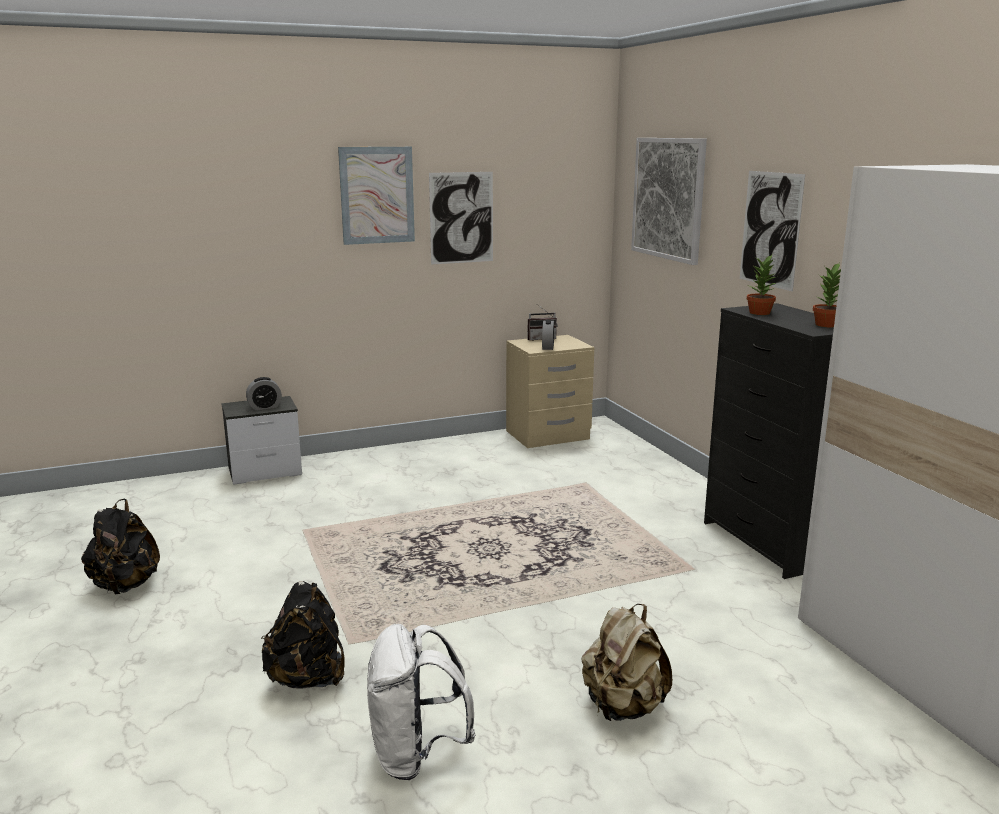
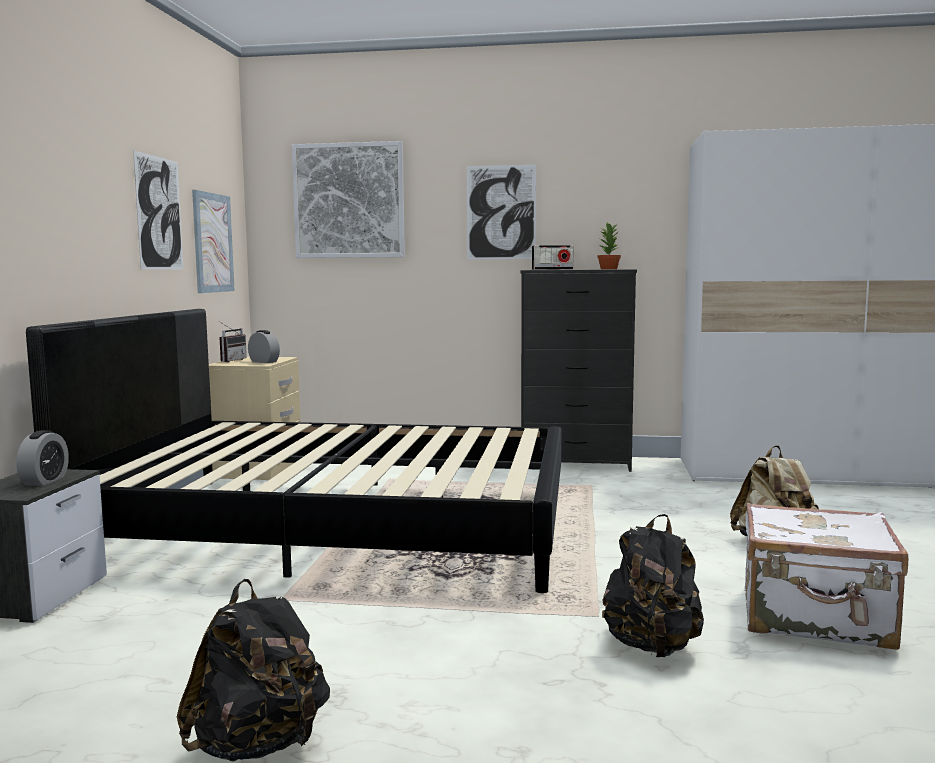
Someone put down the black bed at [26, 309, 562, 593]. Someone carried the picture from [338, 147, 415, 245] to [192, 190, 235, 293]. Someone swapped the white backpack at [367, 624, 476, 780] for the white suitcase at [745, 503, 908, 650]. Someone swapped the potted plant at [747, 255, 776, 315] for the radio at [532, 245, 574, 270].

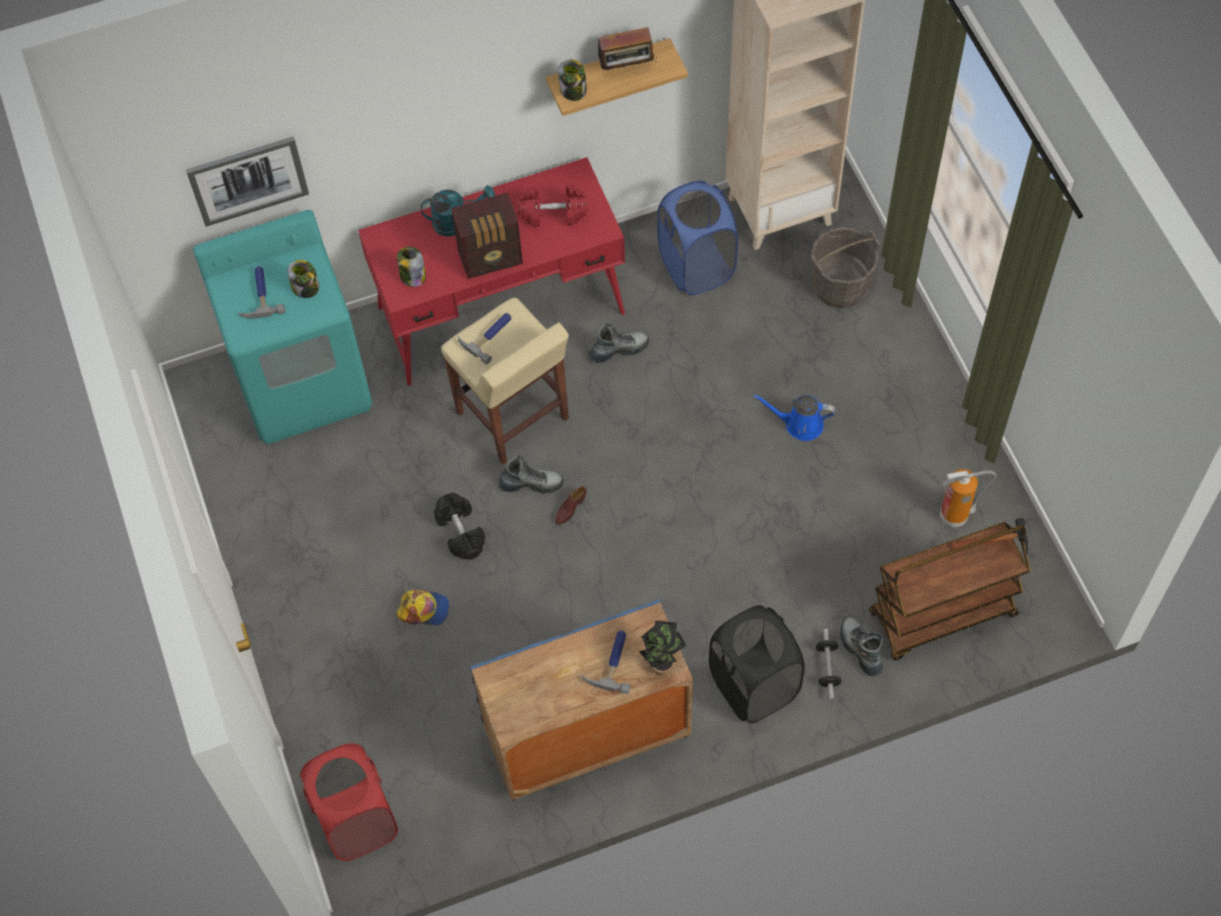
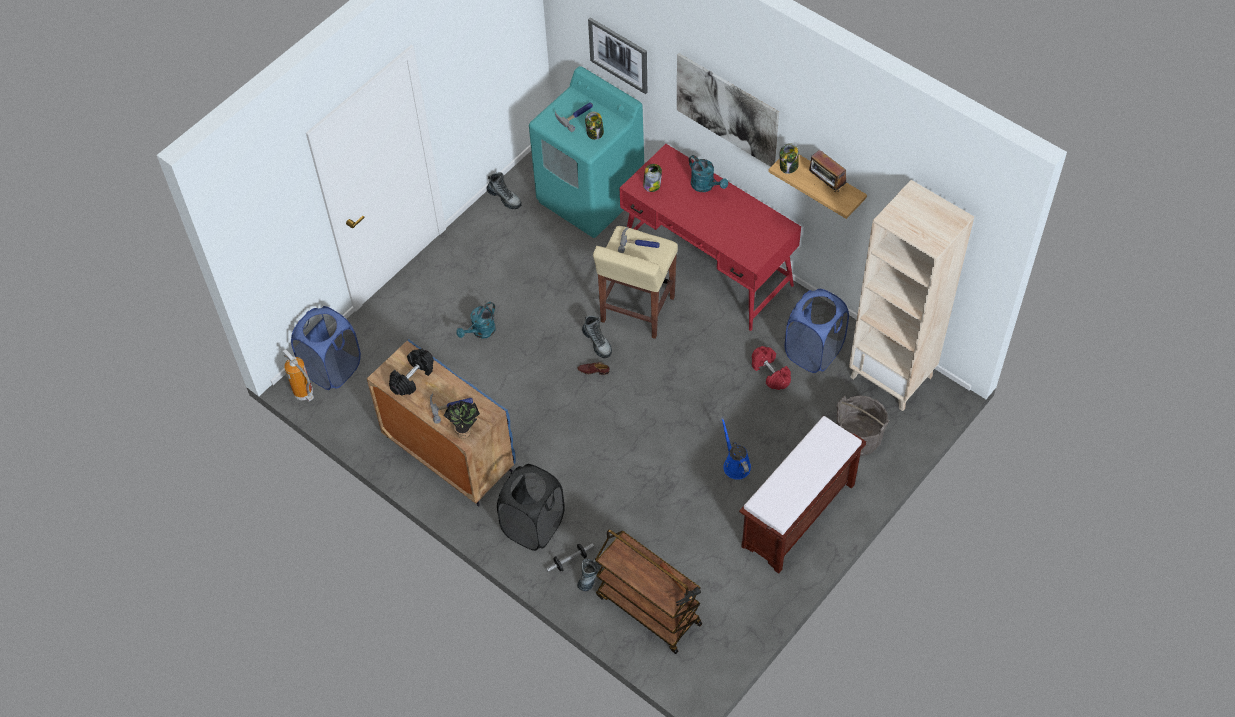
Someone took away the radio at [451, 193, 523, 279]. Someone put up the picture at [677, 53, 779, 167]. Someone put down the brown bench at [739, 416, 866, 574]. Someone carried the black dumbbell from [434, 493, 485, 560] to [389, 349, 434, 396]. Someone carried the red dumbbell from [517, 185, 589, 227] to [752, 346, 791, 390]. Someone carried the boot from [589, 323, 649, 363] to [486, 172, 522, 209]. Someone carried the fire extinguisher from [940, 469, 996, 527] to [282, 349, 314, 401]. Someone swapped the cap at [396, 590, 449, 626] for the turquoise watering can at [456, 302, 496, 339]. Someone repainted the red laundry basket at [300, 743, 398, 861], which became the blue laundry basket at [291, 306, 361, 390].

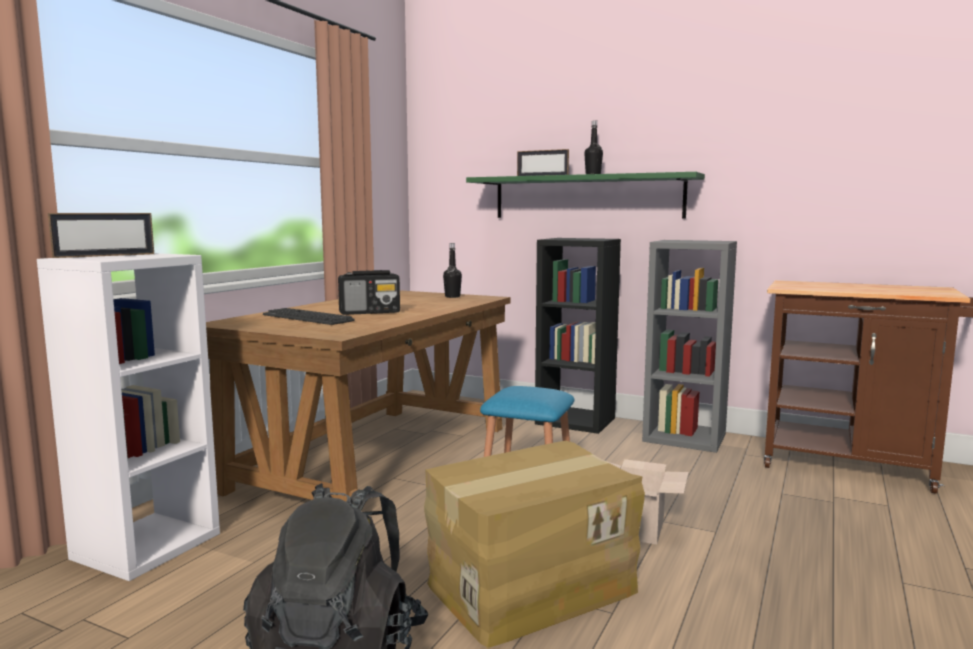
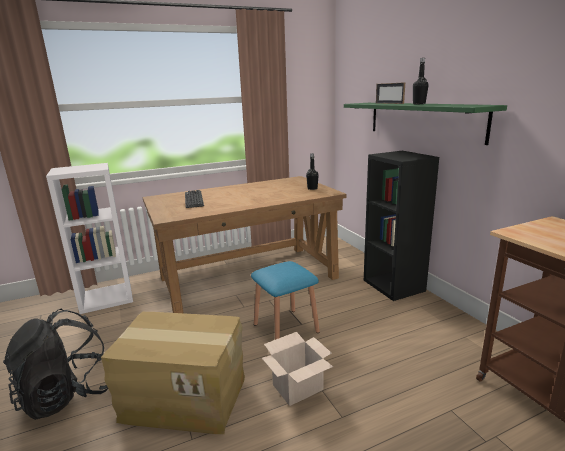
Someone took away the picture frame at [48, 213, 154, 258]. Someone took away the radio at [338, 270, 400, 315]. Someone took away the grey bookcase at [642, 240, 737, 453].

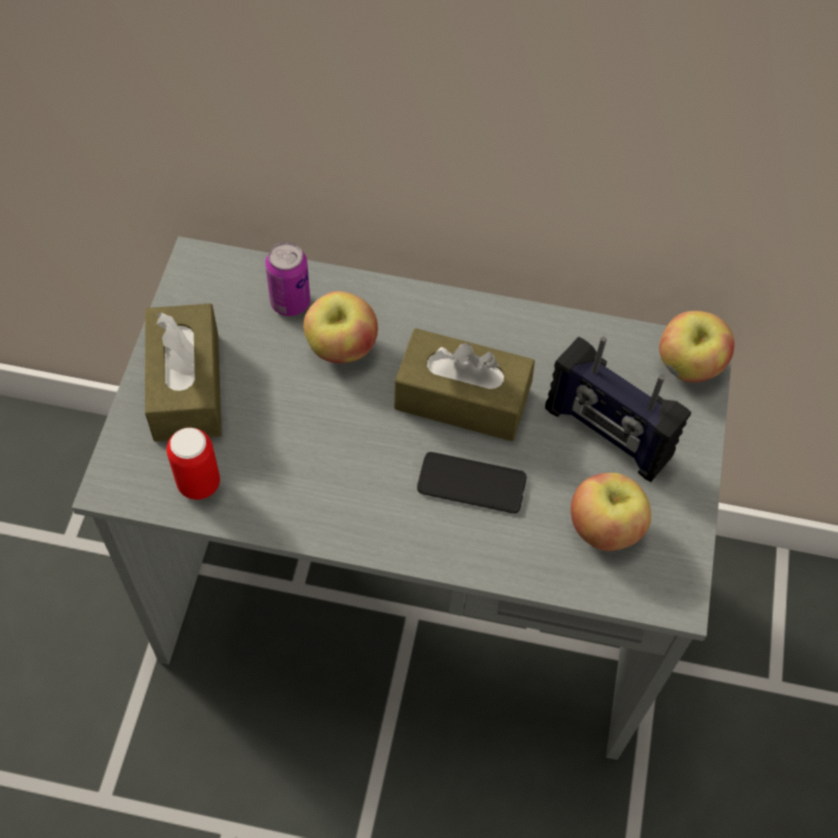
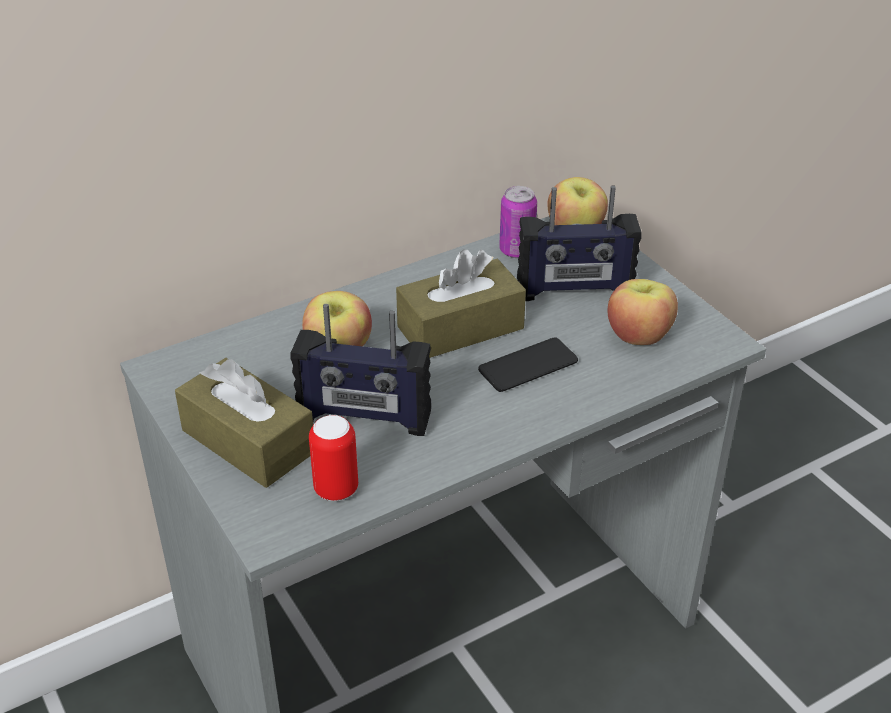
Someone put down the radio at [291, 304, 431, 436]. Someone carried the can from [265, 242, 310, 316] to [499, 186, 537, 258].

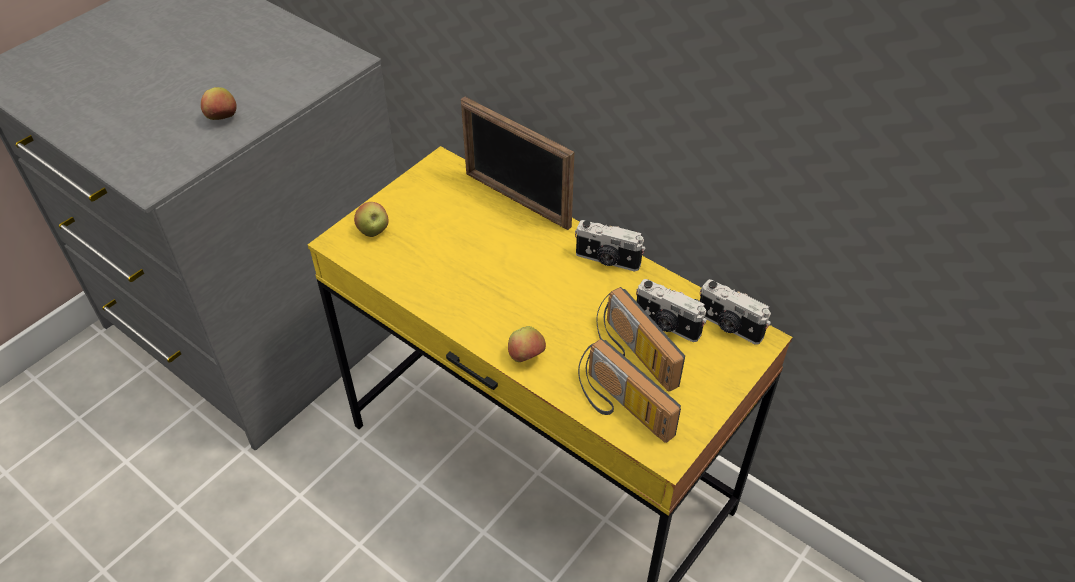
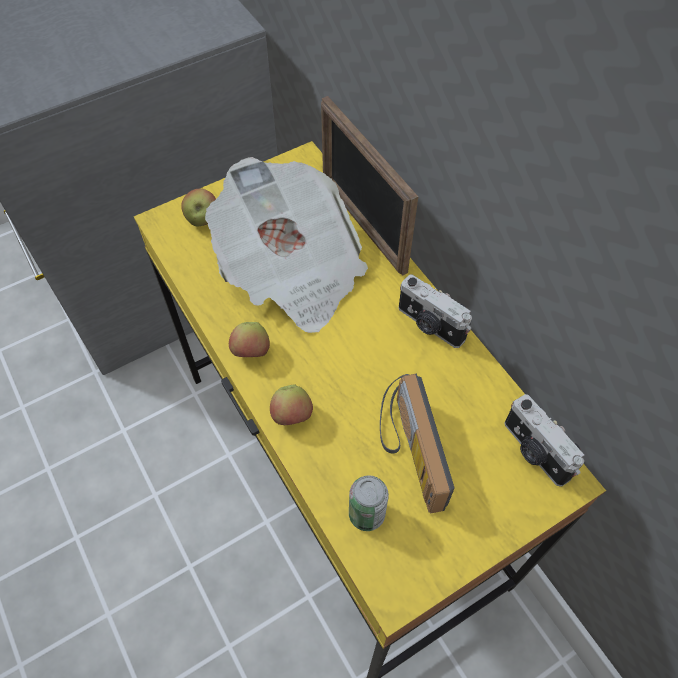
Someone took away the photo camera at [636, 279, 707, 342]. Someone put down the newspaper at [205, 157, 368, 333]. Someone carried the apple from [201, 87, 237, 120] to [229, 322, 270, 357]. Someone swapped the radio at [578, 339, 681, 443] for the can at [349, 475, 389, 531].

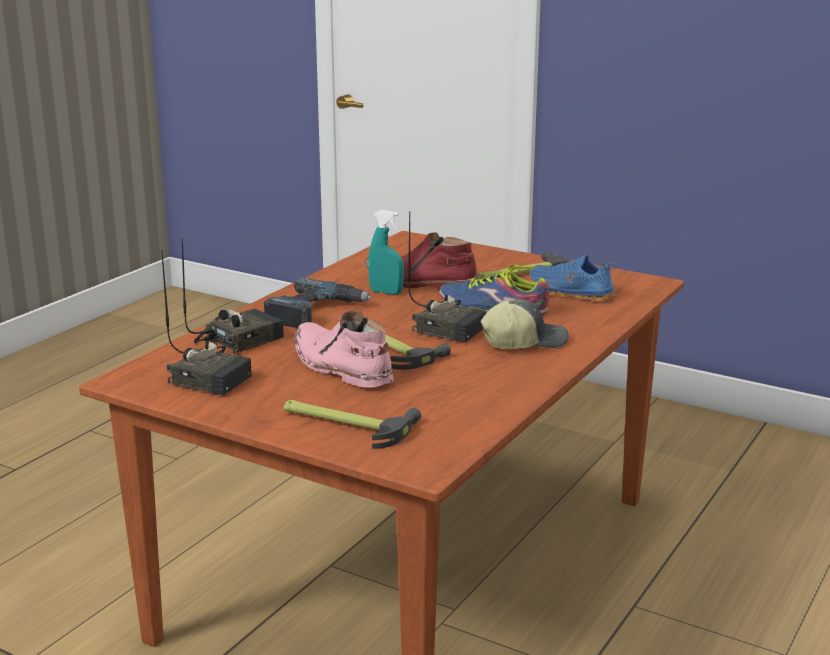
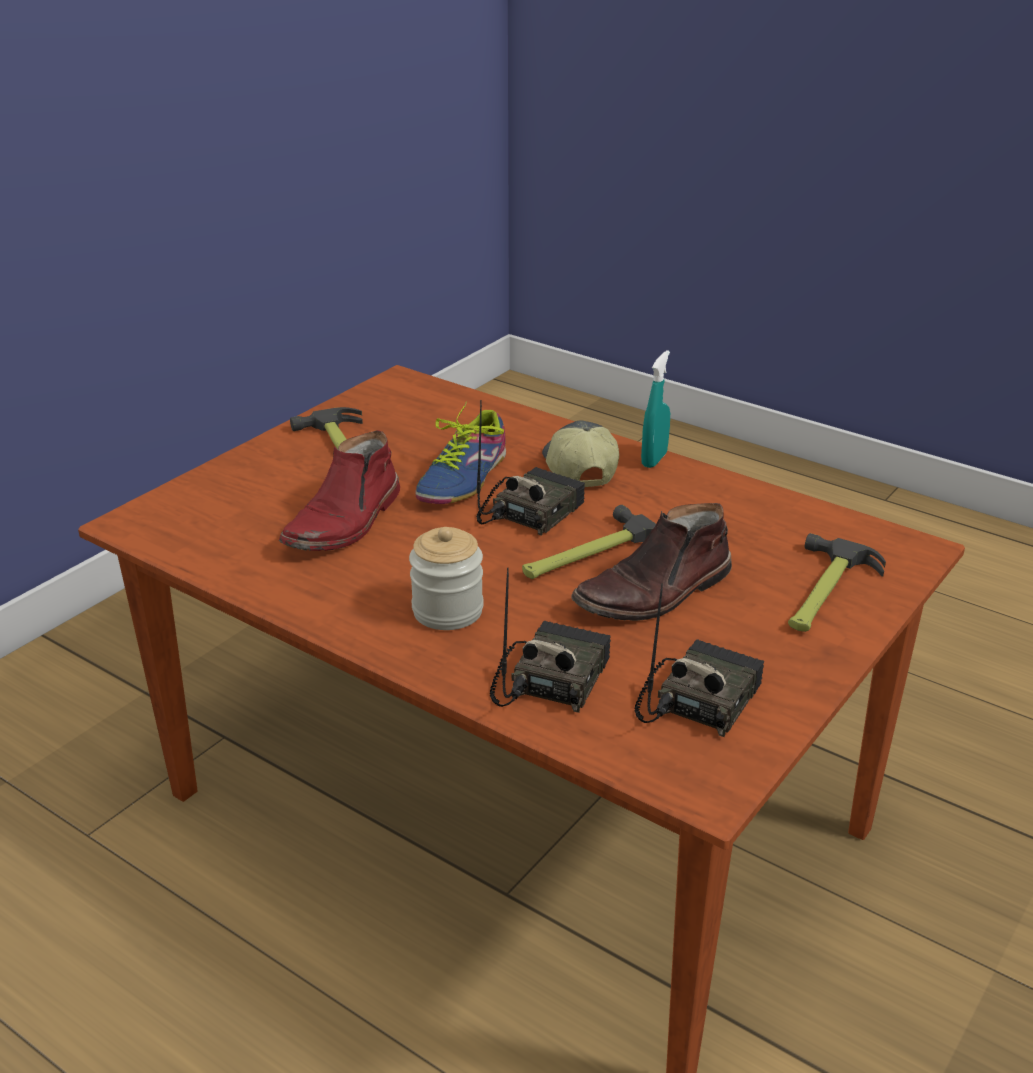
Someone took away the blue shoe at [530, 255, 616, 302]. Someone carried the turquoise spray bottle from [368, 210, 404, 294] to [641, 350, 670, 468]. Someone swapped the power drill at [264, 278, 372, 328] for the jar at [409, 527, 483, 630]. Someone repainted the pink boot at [294, 311, 394, 388], which became the brown boot at [571, 503, 732, 621]. Someone rotated the radio at [182, 238, 284, 354] by 60 degrees clockwise.

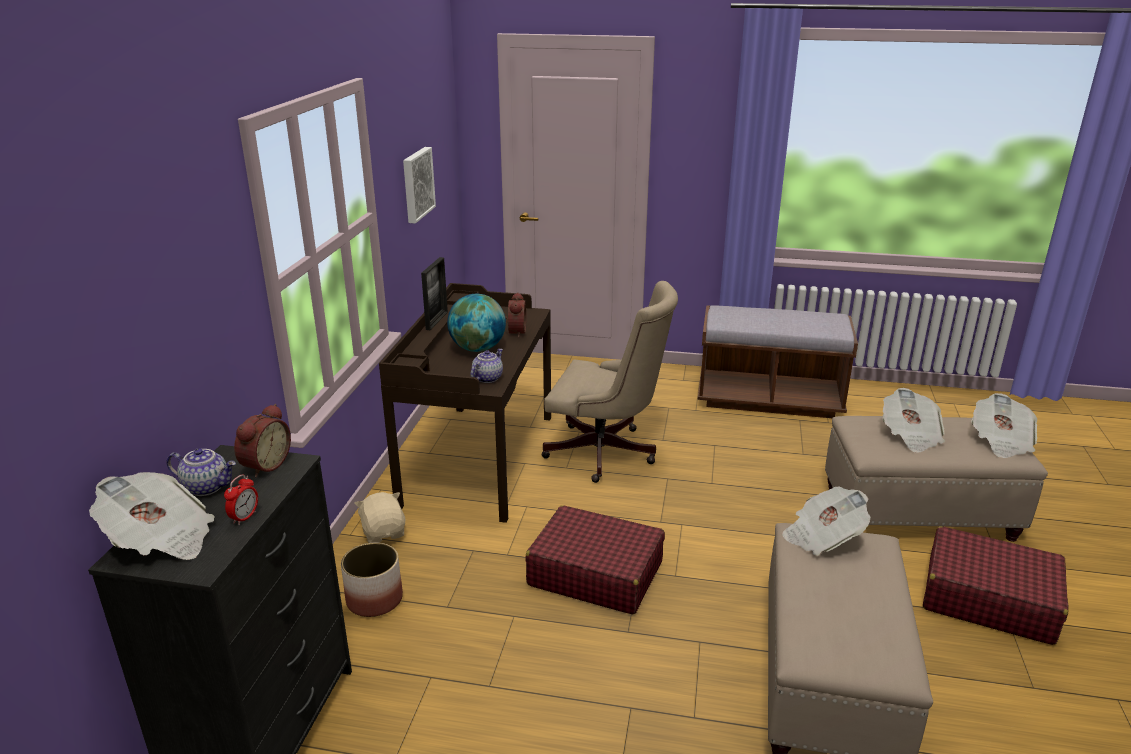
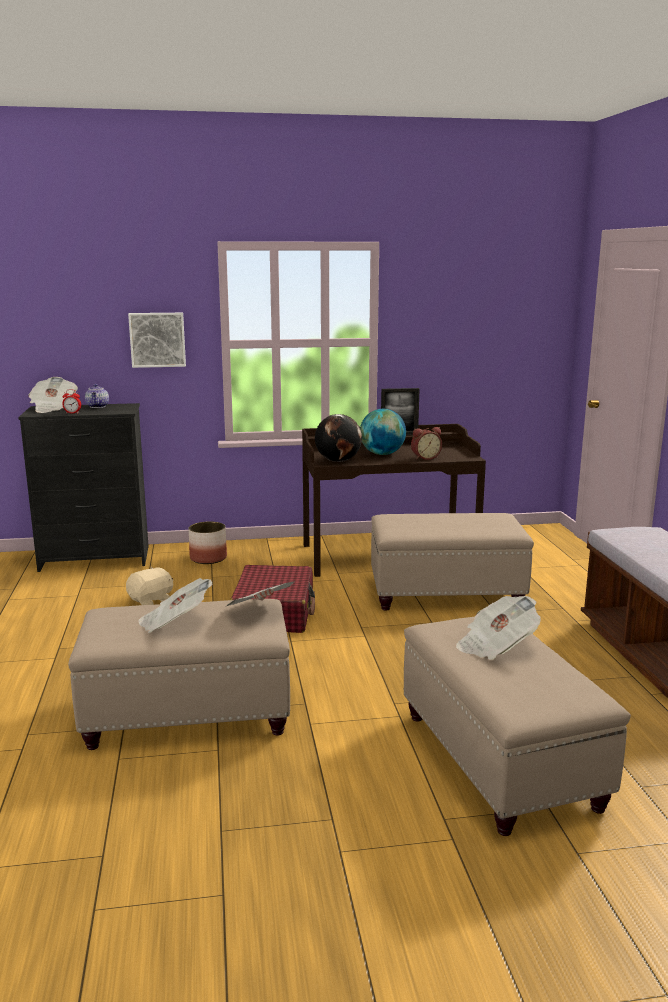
Someone took away the alarm clock at [234, 404, 291, 478]. Someone took away the red suitcase at [923, 526, 1069, 645]. Someone carried the beige plush toy from [354, 492, 406, 543] to [126, 567, 173, 605]. Someone carried the picture from [403, 147, 436, 223] to [128, 313, 186, 368]. Someone carried the newspaper from [971, 393, 1037, 458] to [138, 578, 212, 633]. Someone swapped the teapot at [471, 349, 503, 383] for the globe at [315, 414, 362, 462]. Someone swapped the beige office chair at [542, 281, 678, 483] for the beige ottoman at [371, 513, 534, 611].

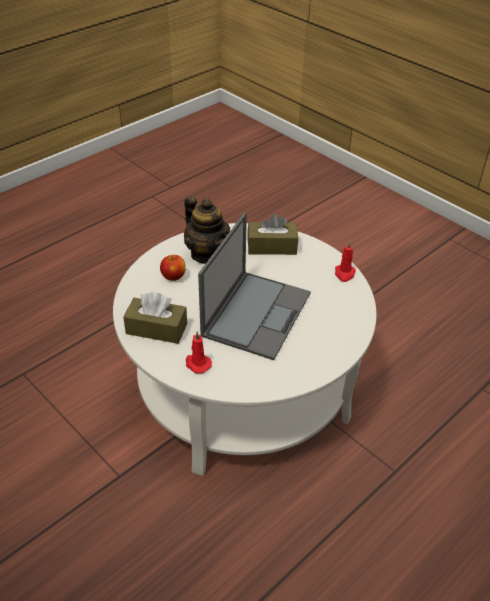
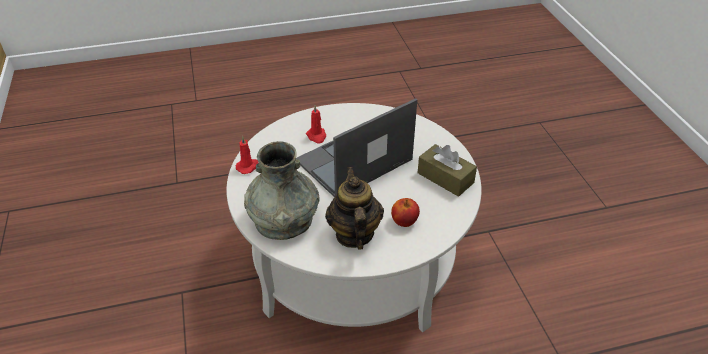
Someone carried the red candle from [186, 332, 212, 374] to [306, 105, 326, 144]. Someone swapped the brown tissue box at [247, 214, 298, 255] for the grey vase at [244, 141, 320, 240].

